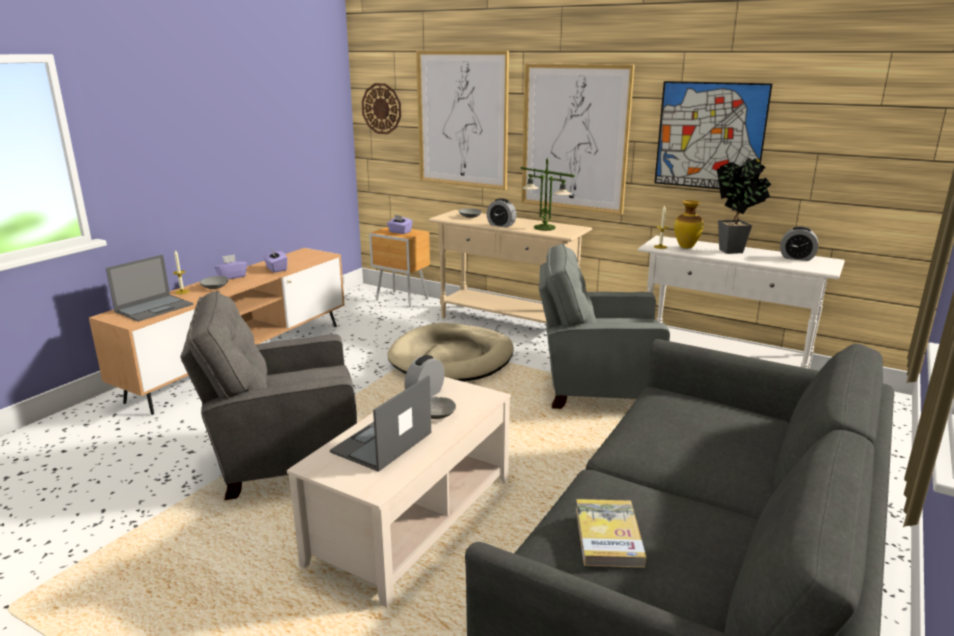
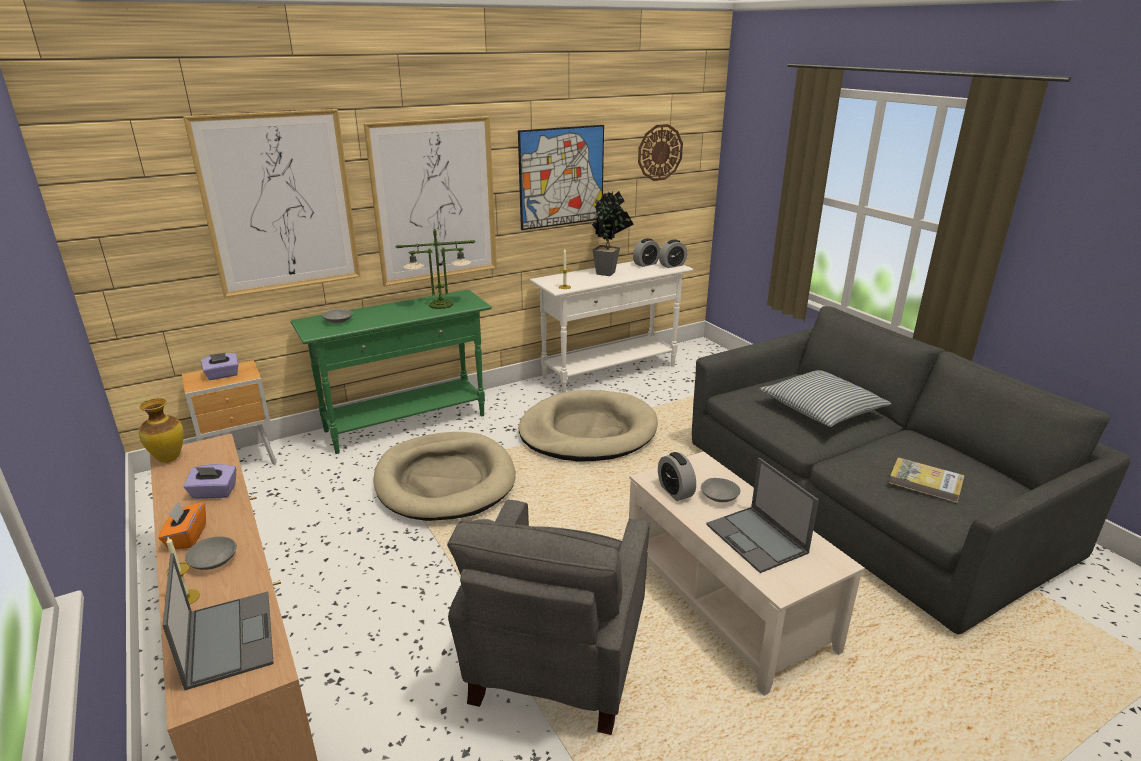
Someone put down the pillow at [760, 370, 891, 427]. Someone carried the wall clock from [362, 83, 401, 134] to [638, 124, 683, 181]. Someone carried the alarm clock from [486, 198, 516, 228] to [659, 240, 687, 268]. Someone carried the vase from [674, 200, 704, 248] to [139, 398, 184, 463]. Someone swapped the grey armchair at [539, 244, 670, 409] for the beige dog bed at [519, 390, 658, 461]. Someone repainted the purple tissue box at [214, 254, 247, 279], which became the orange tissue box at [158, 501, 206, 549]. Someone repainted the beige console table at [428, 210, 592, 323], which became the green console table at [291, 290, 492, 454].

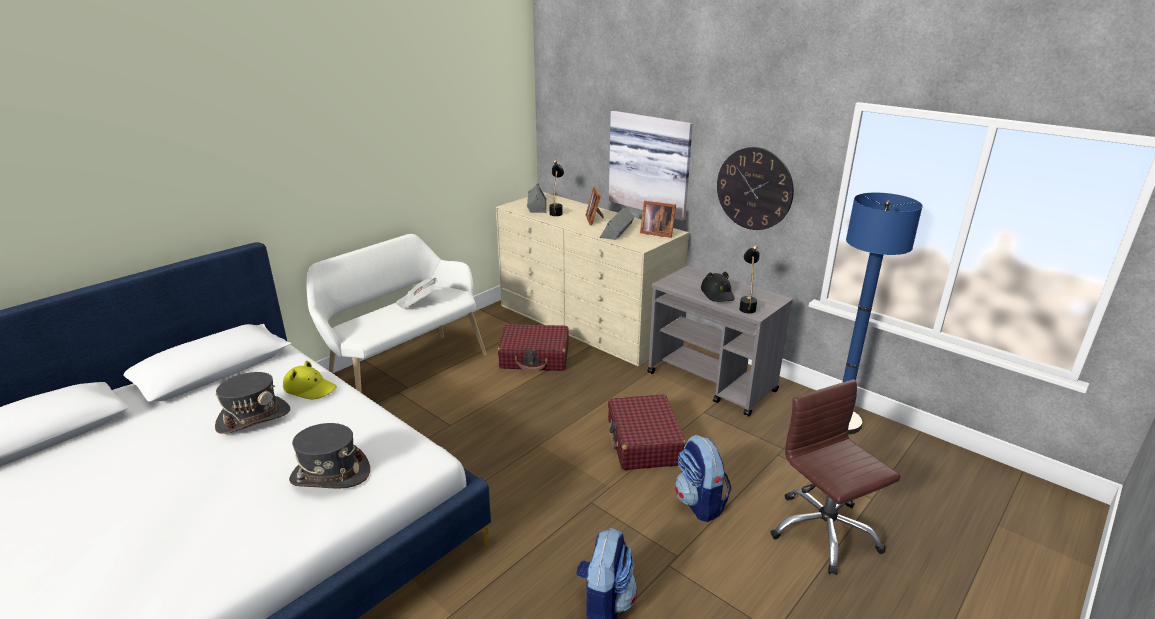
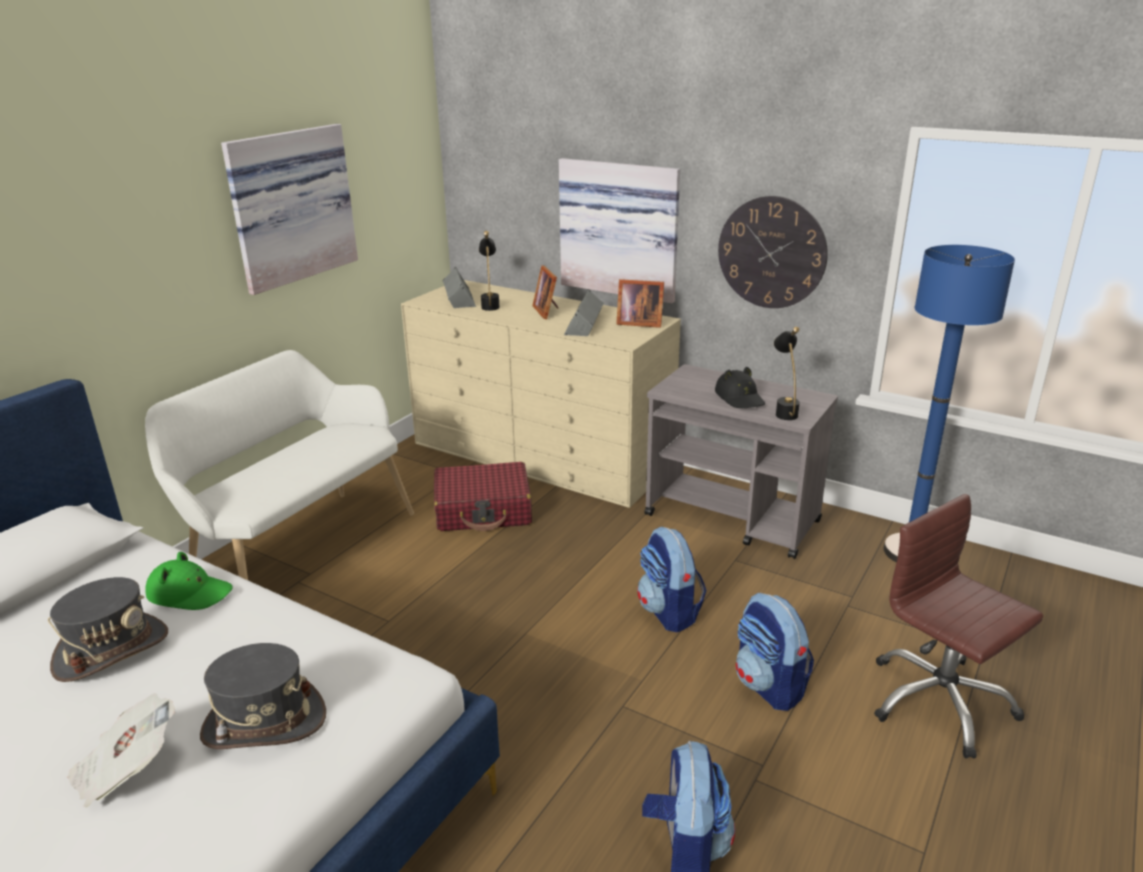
Someone put up the picture at [221, 124, 358, 295]. Someone carried the newspaper from [396, 277, 438, 309] to [67, 693, 175, 808]. Someone swapped the red suitcase at [608, 394, 686, 470] for the backpack at [637, 526, 707, 632]. Someone repainted the yellow hat at [283, 361, 337, 399], which became the green hat at [145, 552, 233, 610].

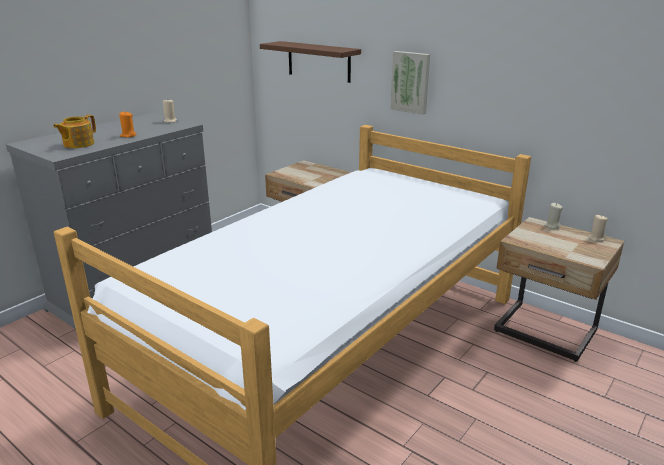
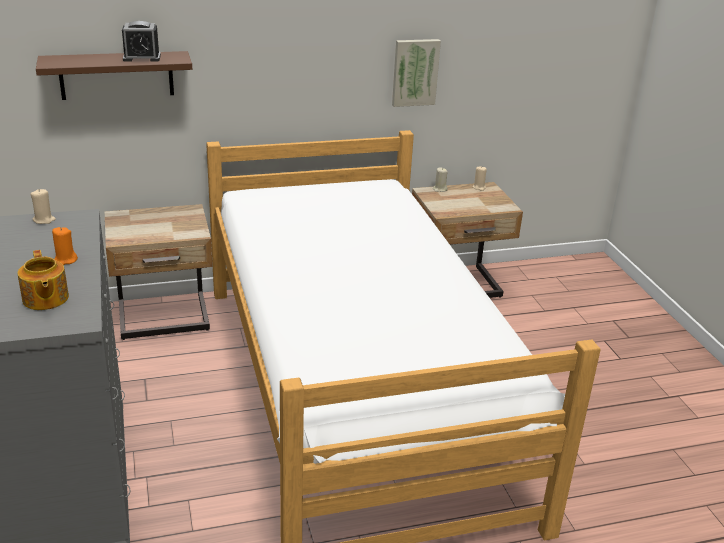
Someone put down the alarm clock at [122, 21, 161, 62]. Someone carried the picture from [391, 51, 430, 115] to [392, 39, 441, 107].

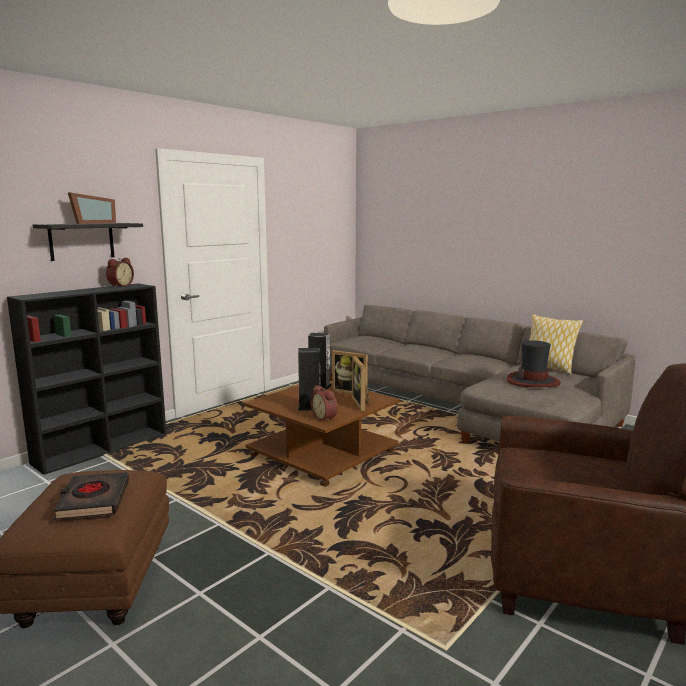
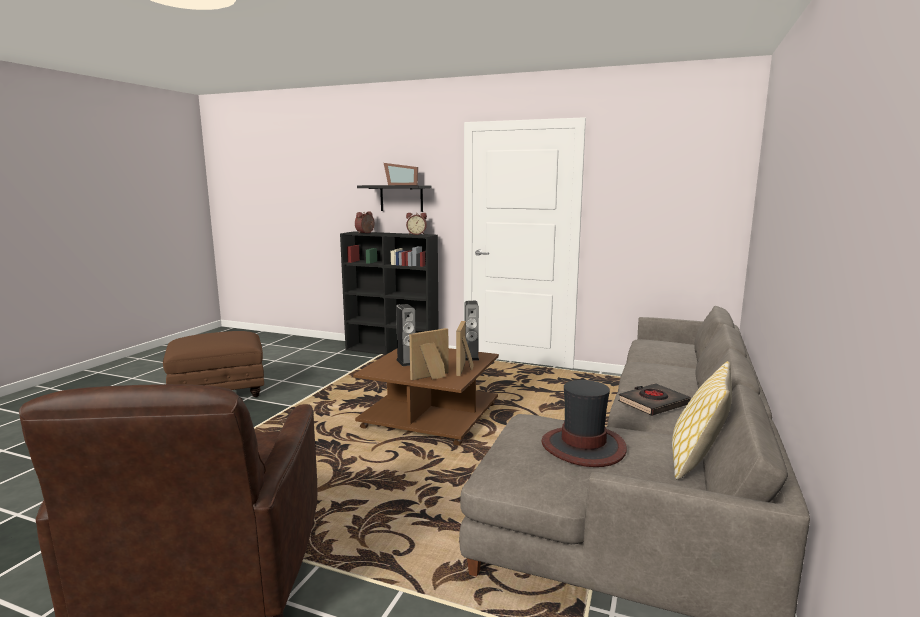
Someone carried the black book from [53, 472, 129, 520] to [618, 383, 691, 416]. Someone carried the alarm clock from [310, 385, 338, 422] to [355, 211, 375, 233].

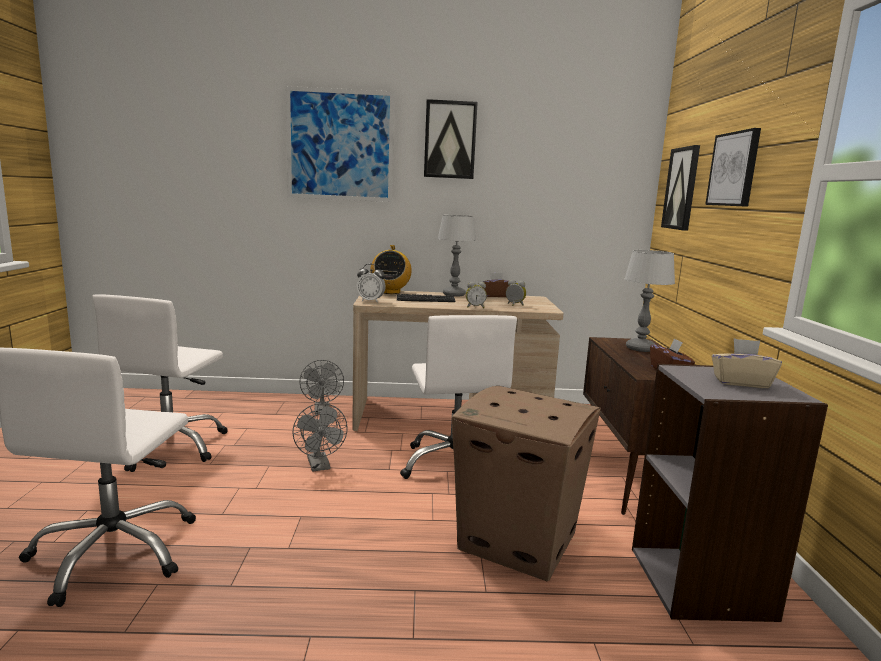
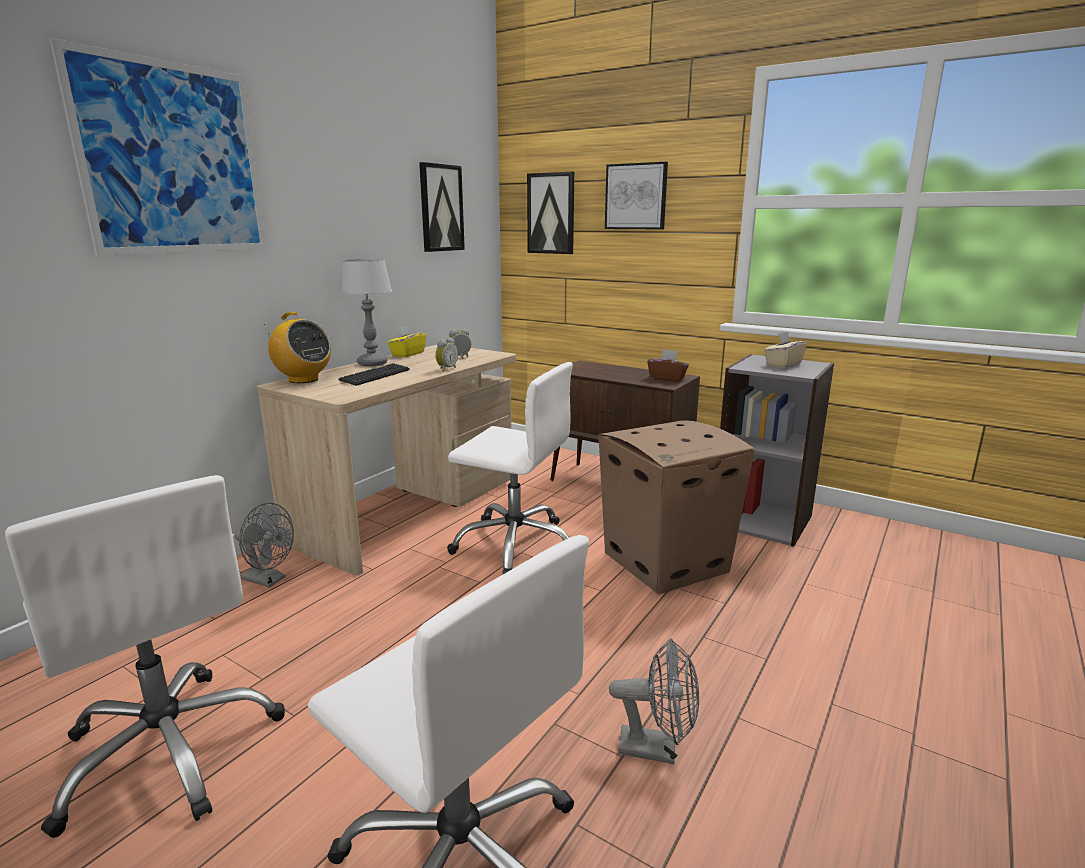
Someone took away the alarm clock at [357, 264, 386, 303]. Someone took away the table lamp at [624, 250, 675, 352]. Someone carried the grey fan from [293, 403, 348, 471] to [609, 638, 699, 764]. Someone carried the picture from [424, 99, 478, 179] to [419, 162, 465, 252]. Someone repainted the brown tissue box at [483, 273, 509, 297], which became the yellow tissue box at [387, 325, 426, 357].

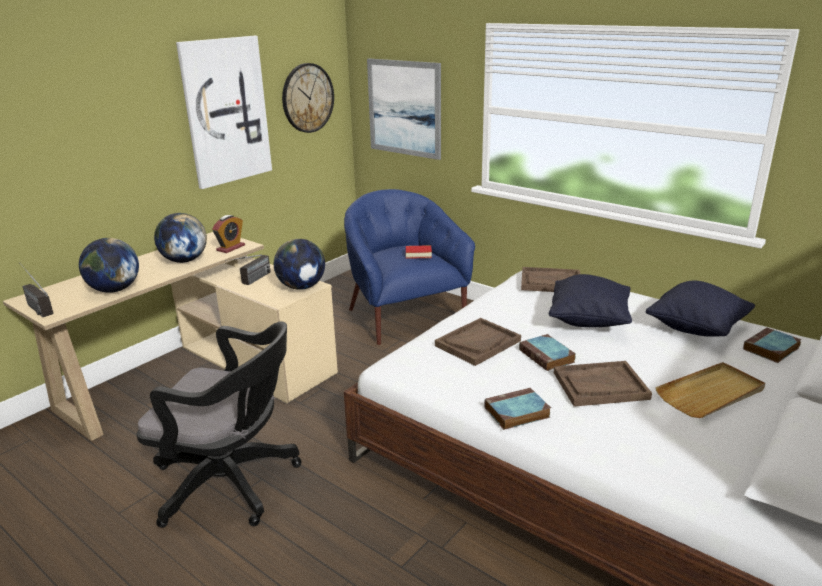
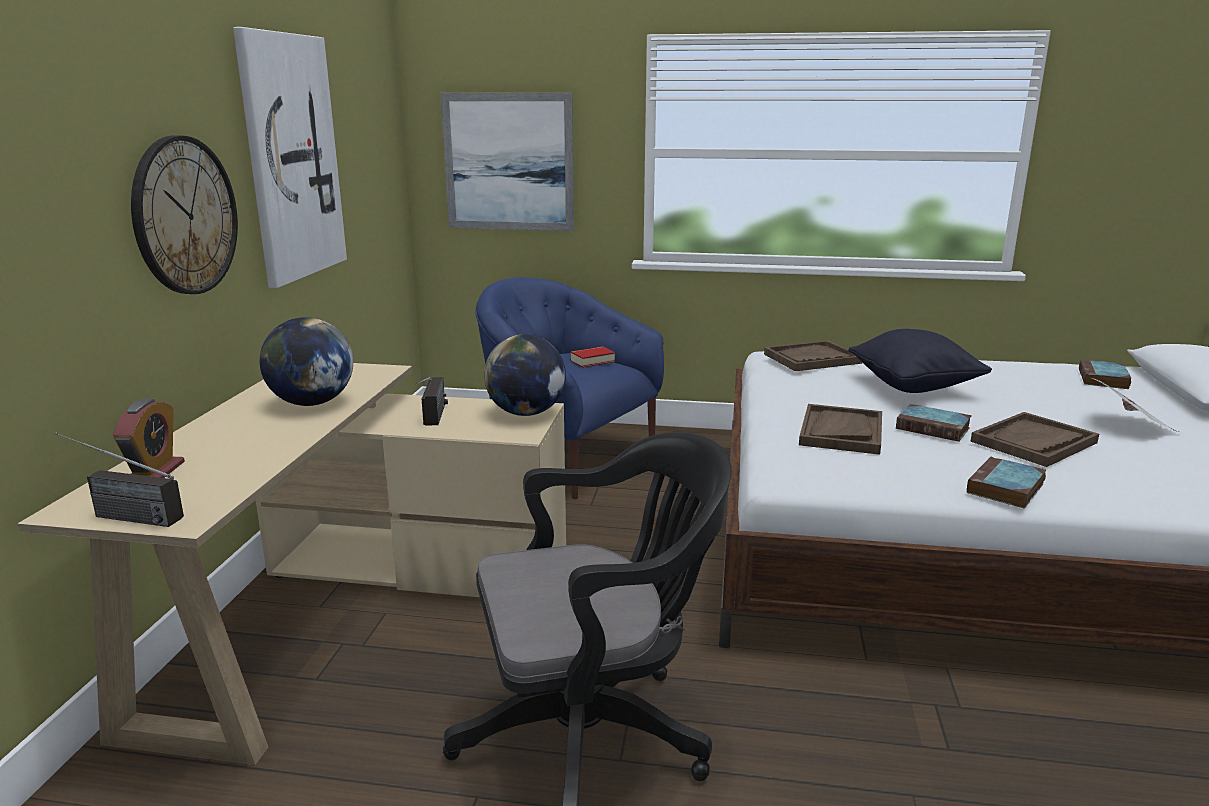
Someone took away the globe at [79, 238, 139, 293]. Someone took away the black pillow at [646, 281, 755, 337]. Someone carried the alarm clock from [212, 215, 245, 253] to [113, 399, 185, 478]. Someone carried the wall clock from [282, 63, 334, 133] to [131, 135, 238, 294]. Someone swapped the beige tray at [655, 362, 765, 418] for the newspaper at [1092, 378, 1179, 432].

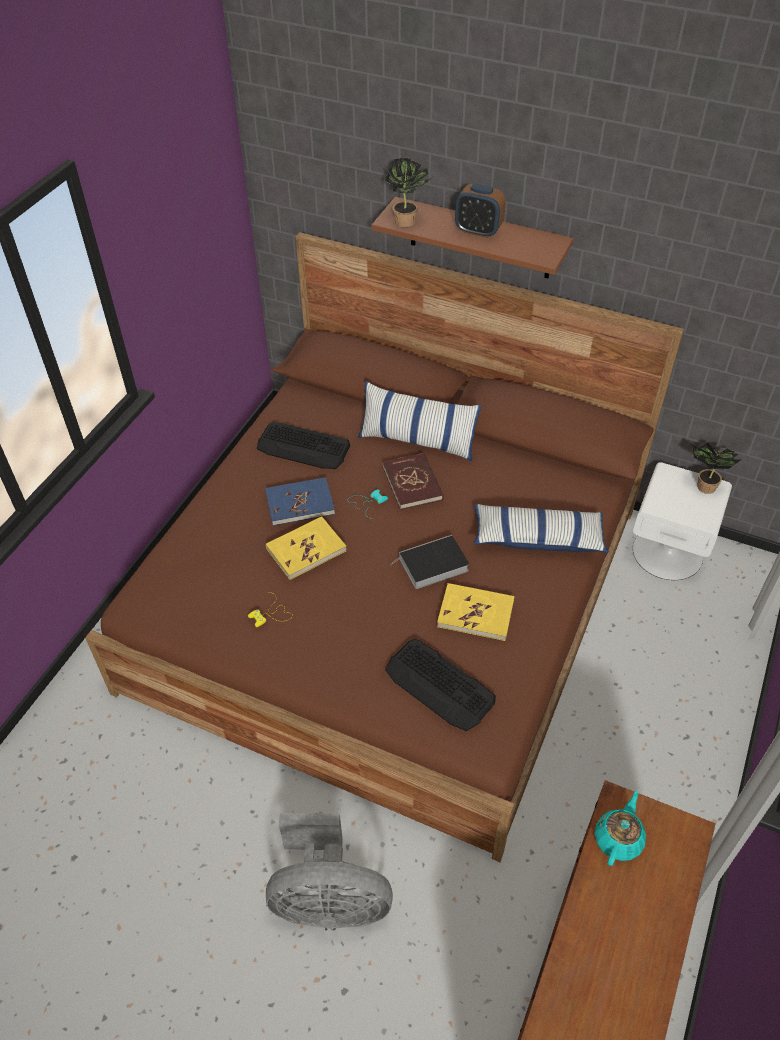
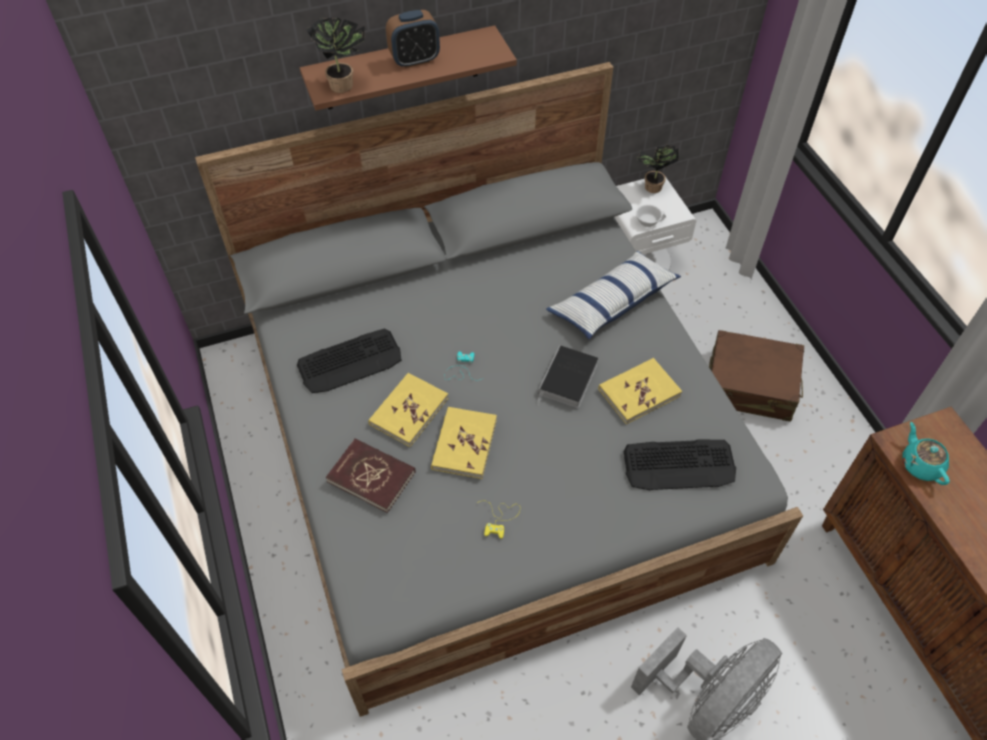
Someone took away the pillow at [358, 381, 481, 461]. Someone put down the white cup at [636, 205, 666, 227]. Someone put down the brown suitcase at [709, 330, 804, 422]. Someone carried the red book from [383, 453, 444, 510] to [326, 439, 416, 513]. Someone repainted the brown bed at [85, 232, 684, 862], which became the grey bed at [195, 62, 803, 717]. Someone repainted the blue book at [265, 477, 335, 526], which became the yellow book at [368, 373, 448, 447].

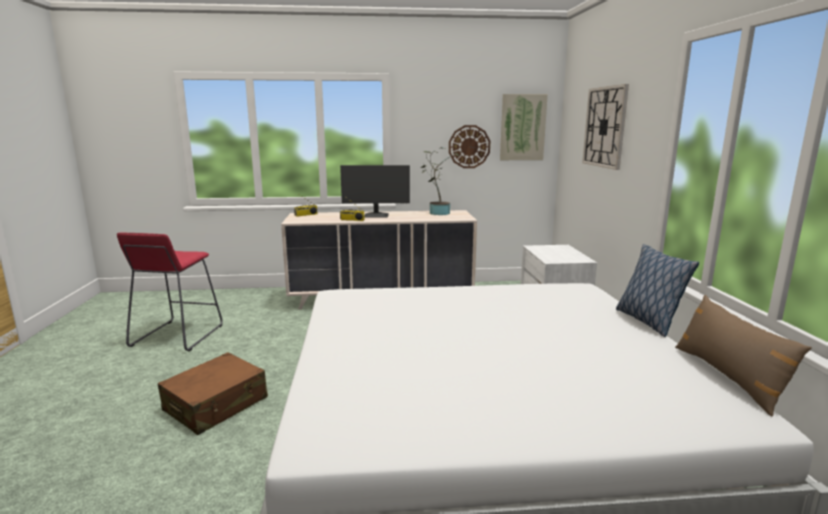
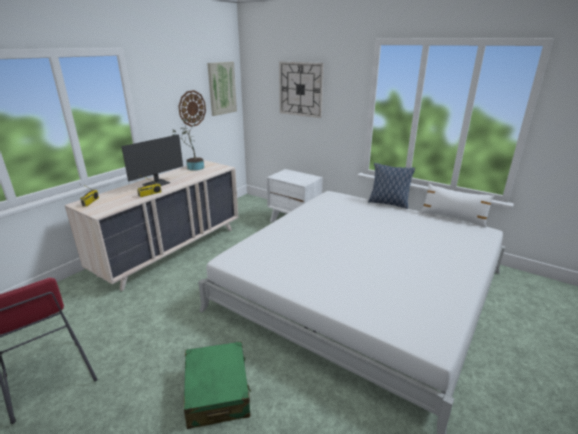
Someone repainted the brown suitcase at [158, 352, 268, 435], which became the green suitcase at [184, 341, 251, 429]. Someone repainted the brown pillow at [675, 295, 812, 416], which became the white pillow at [421, 184, 495, 227].

